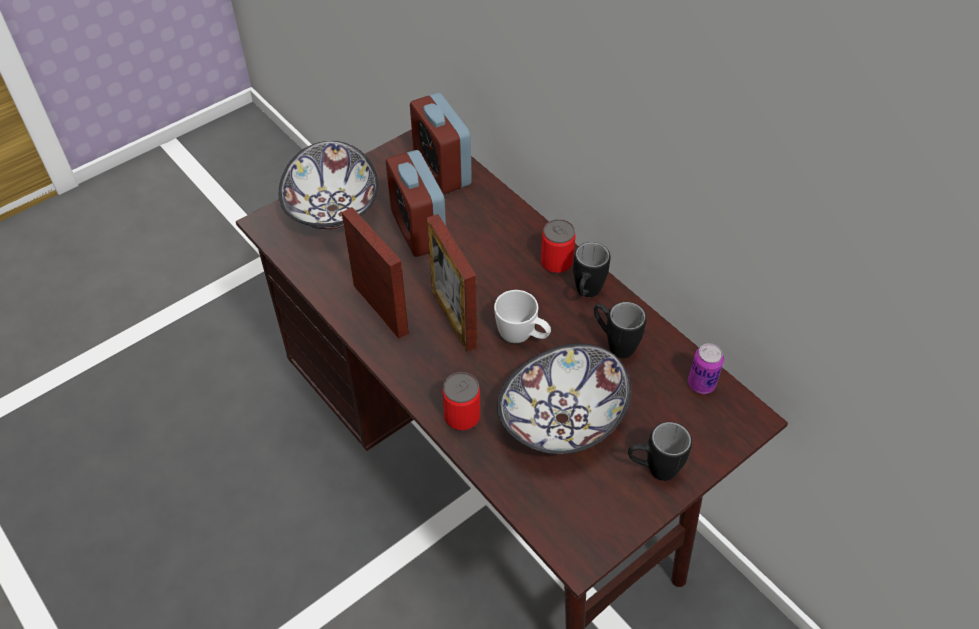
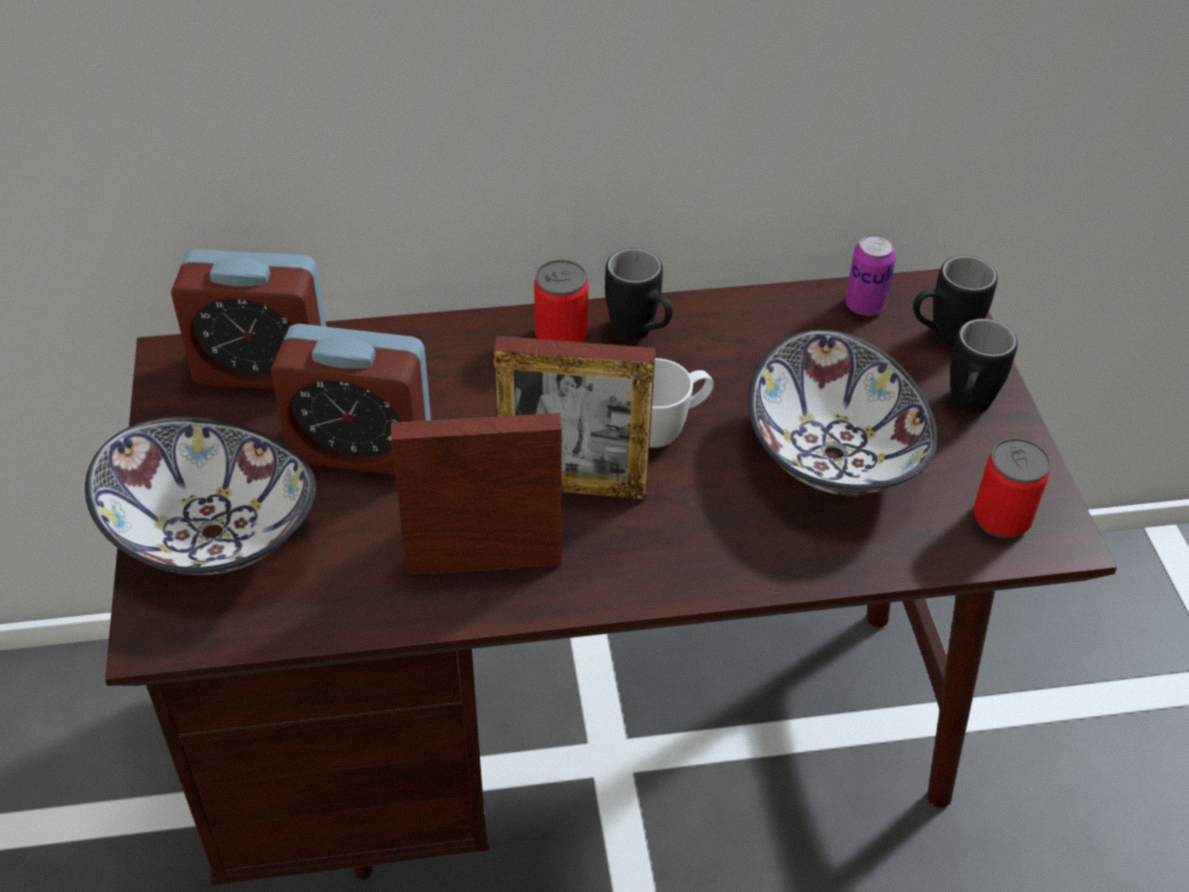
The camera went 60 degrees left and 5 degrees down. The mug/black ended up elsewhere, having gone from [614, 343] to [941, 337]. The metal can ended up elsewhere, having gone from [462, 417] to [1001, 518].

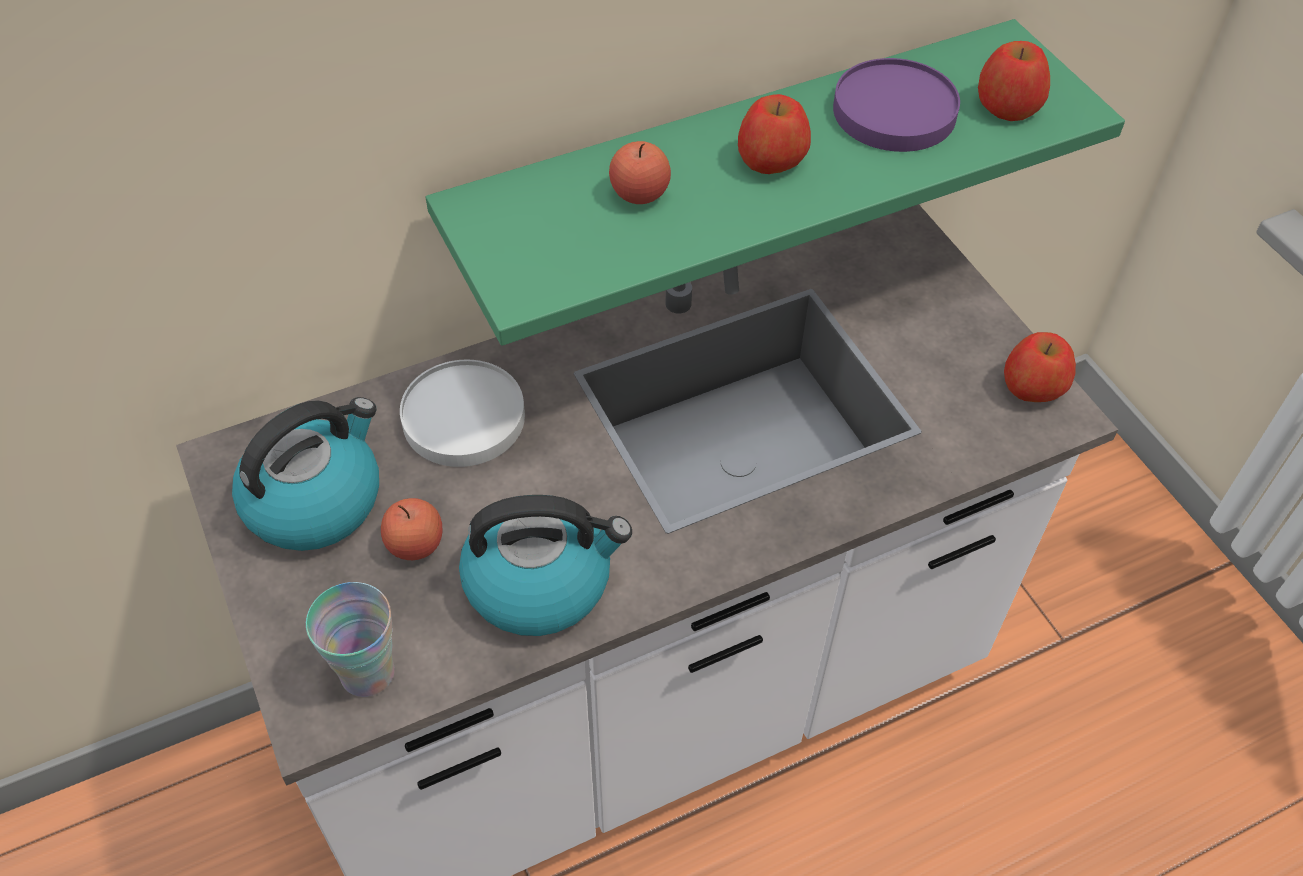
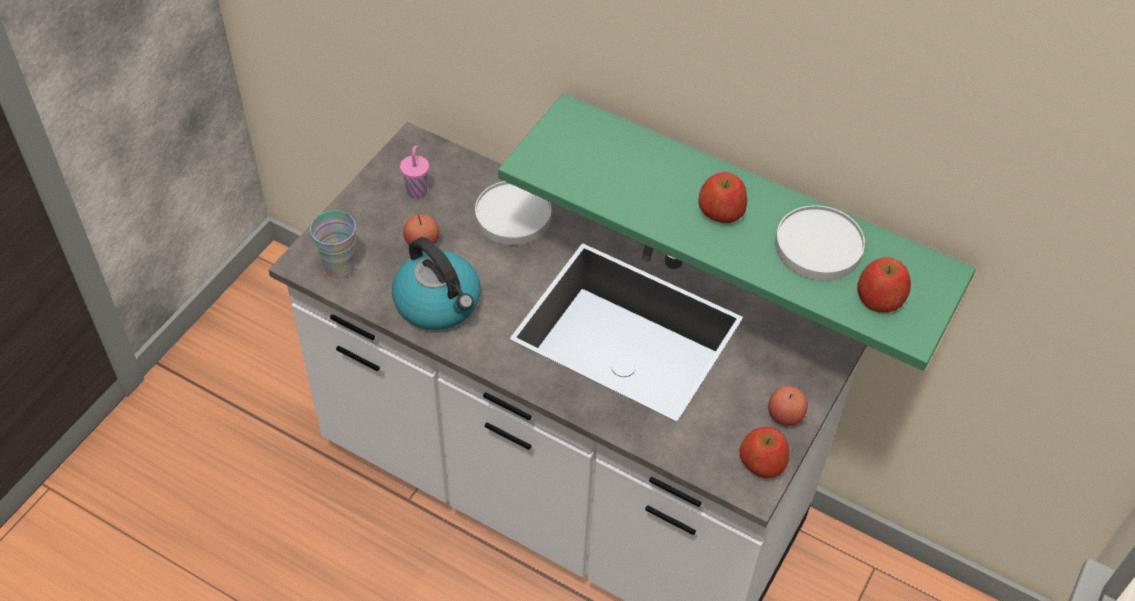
The camera went 55 degrees right and 0 degrees up. Where the tea kettle stood at [315, 500], the small cup/pink came to stand at [417, 190]. The apple ended up elsewhere, having gone from [639, 194] to [785, 415]. What was the plate/purple-coloured at [895, 112] turned into the plate/white at [818, 247].

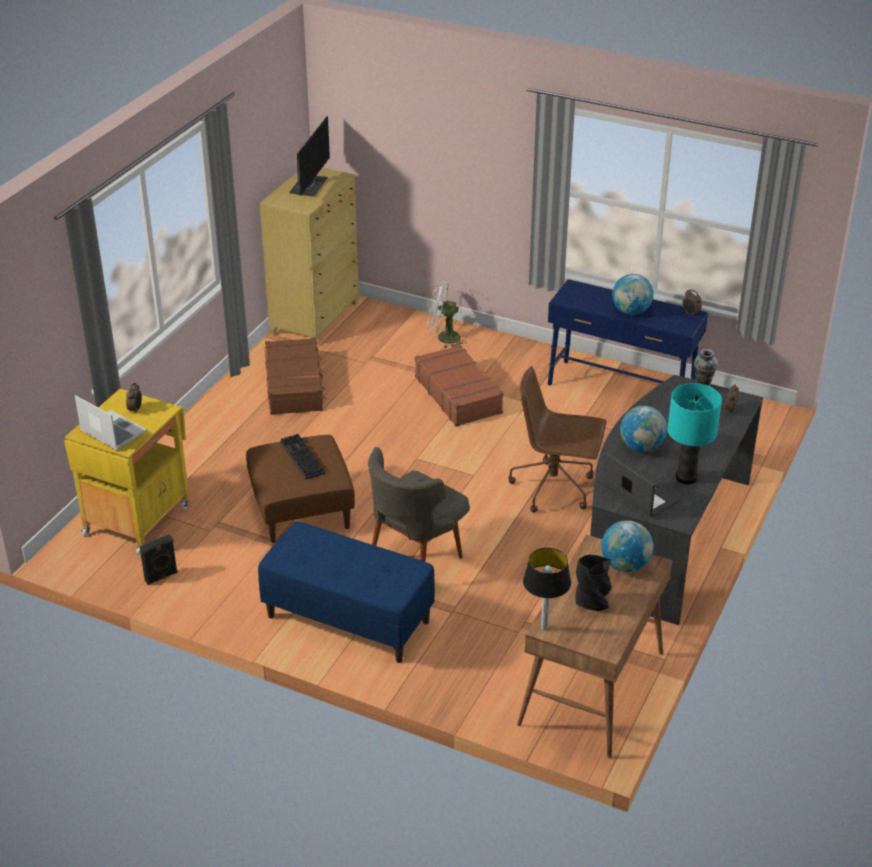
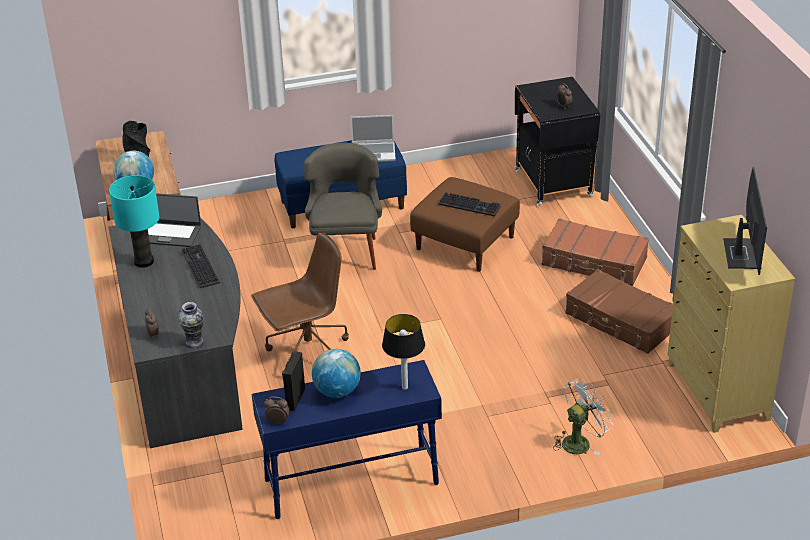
The camera went 140 degrees right and 0 degrees up. Where the globe stood at [641, 447], the keyboard came to stand at [199, 267]. The audio speaker/black ended up elsewhere, having gone from [161, 577] to [294, 399]. The portable computer ended up elsewhere, having gone from [112, 432] to [374, 153]. The table lamp ended up elsewhere, having gone from [544, 627] to [404, 387]. What was the cart/yellow-coloured at [138, 519] turned into the cart/black at [554, 185]. The suitcase/brown-coloured ended up elsewhere, having gone from [458, 395] to [594, 262]. The monitor at [308, 185] ended up facing another way, 150 degrees counterclockwise from before.

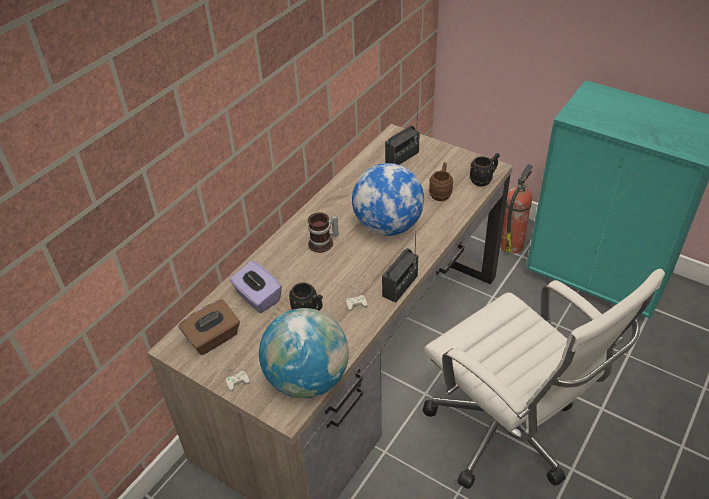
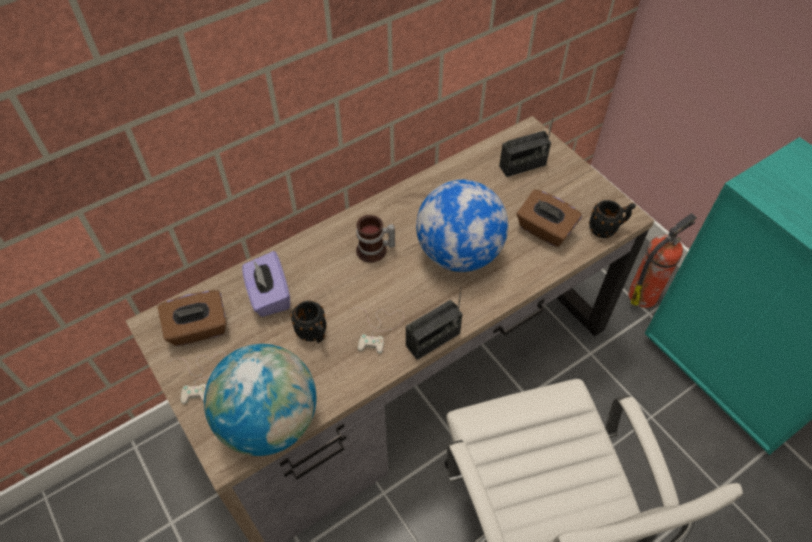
The camera went 20 degrees right and 10 degrees up. Where the mug/brown-coloured stood at [441, 193], the tissue holder/brown-coloured came to stand at [544, 230].

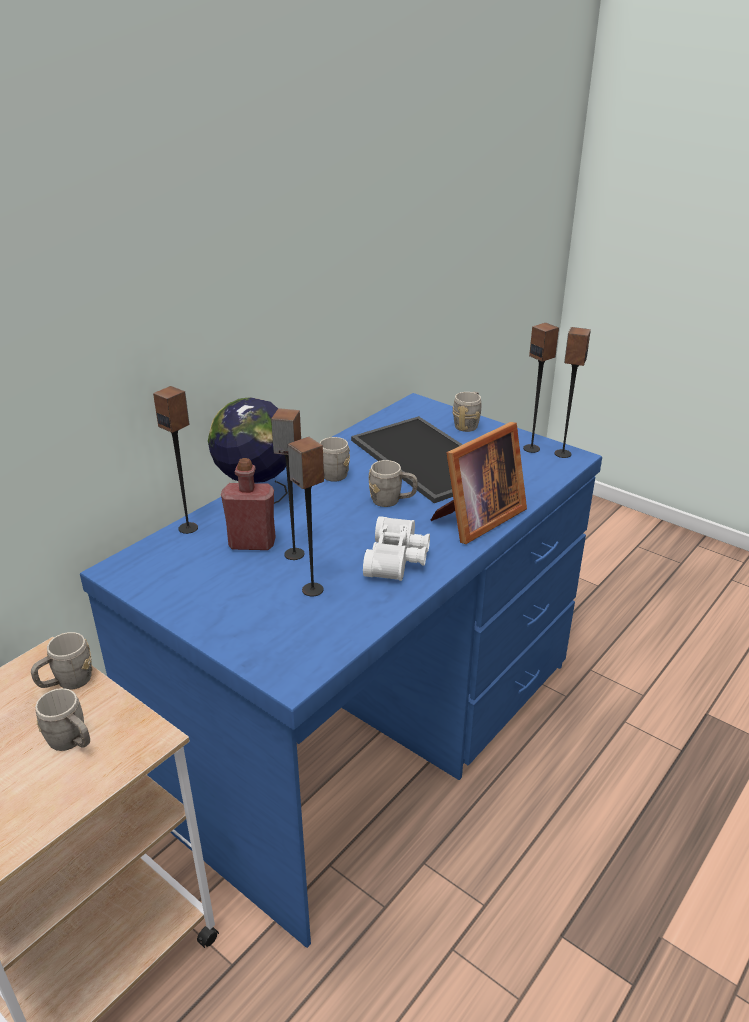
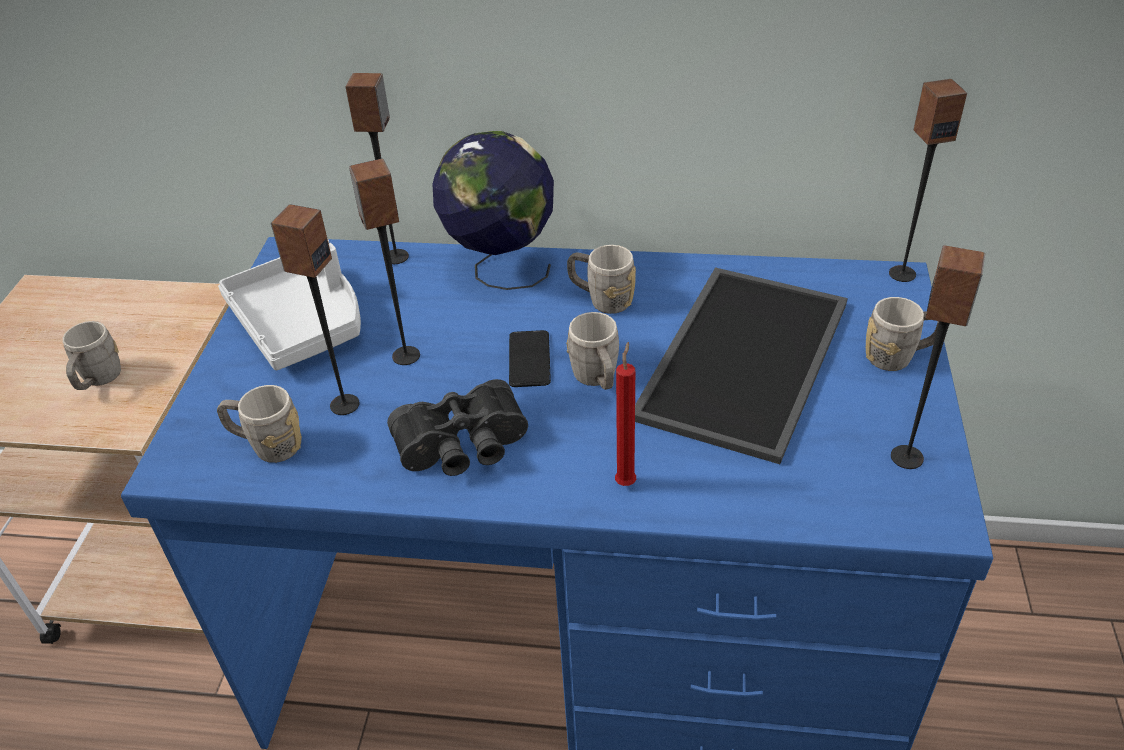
The camera went 60 degrees right and 10 degrees up. The mug/gray ended up elsewhere, having gone from [67, 683] to [267, 445]. The second view gained the carrying tray/gray at [301, 321]. What was the pair of binoculars/white at [398, 559] turned into the pair of binoculars/black at [463, 447]. The second view gained the phone at [529, 359]. Where the photo frame stood at [476, 519], the wax light/red-coloured came to stand at [626, 481]. The audio speaker ended up elsewhere, having gone from [562, 453] to [902, 273]. The second view lost the drink bottle/red-coloured at [252, 543].

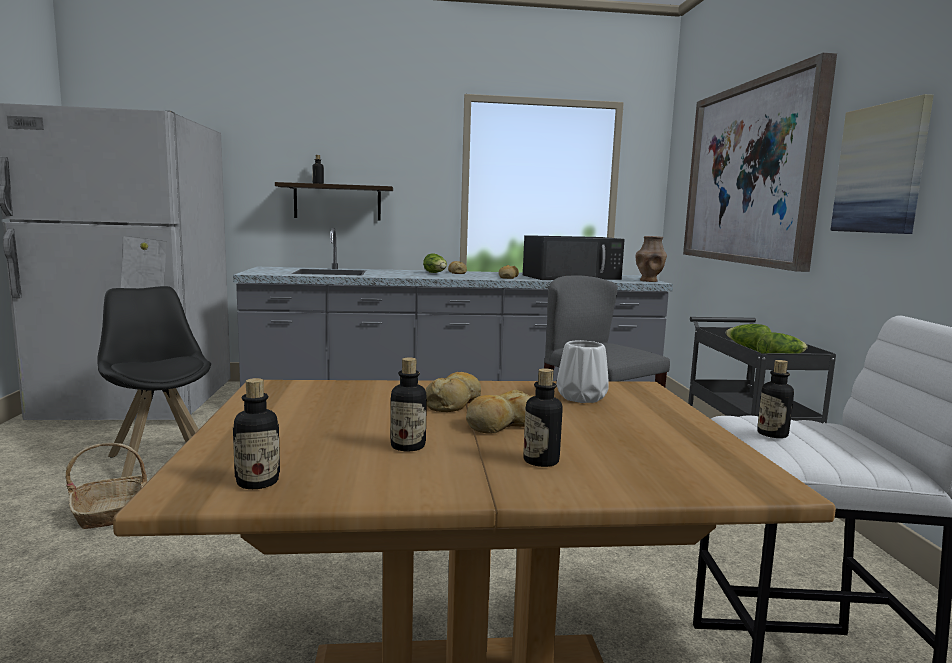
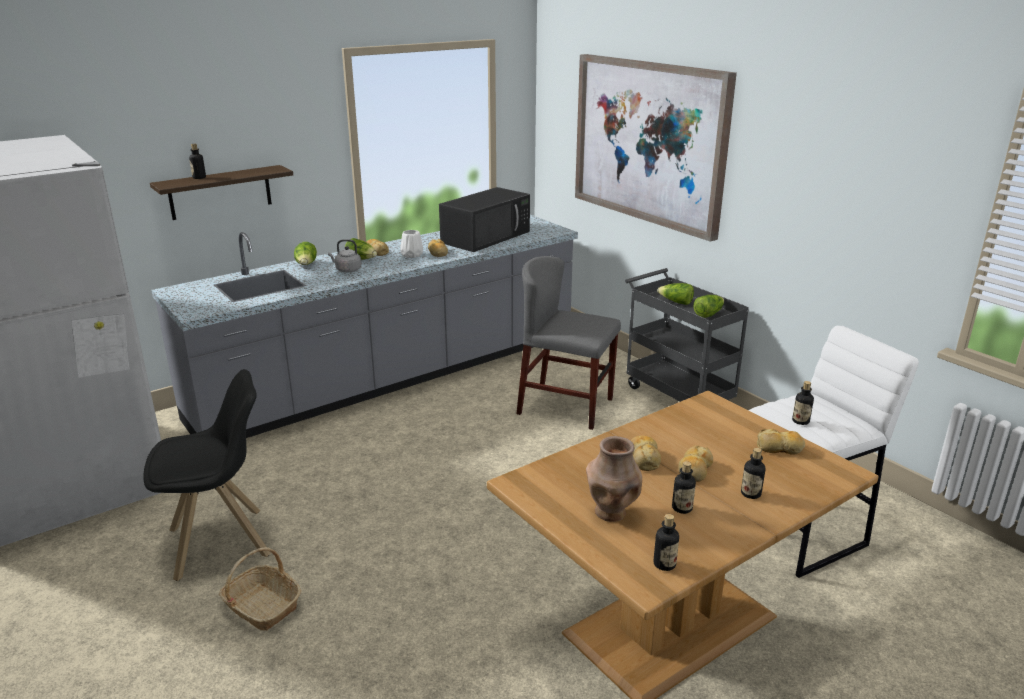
The camera went 30 degrees left and 15 degrees up. The chair/black at [161, 461] ended up facing another way, 135 degrees clockwise from before. The second view gained the head of lettuce at [306, 265]. The second view gained the tea kettle/gray at [347, 270]. The flower vase/white ended up elsewhere, having gone from [581, 397] to [411, 255]. The flower vase/brown-coloured ended up elsewhere, having gone from [649, 281] to [611, 513]. The second view gained the bread at [780, 448]. The second view lost the wall picture at [881, 169].

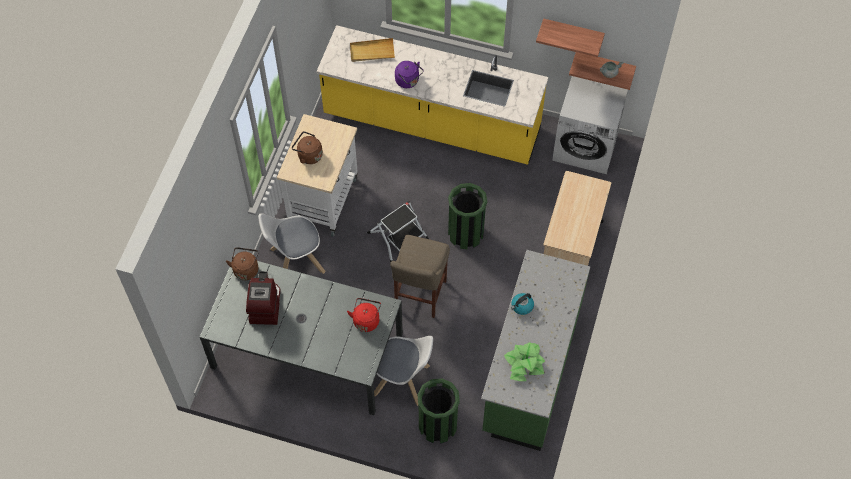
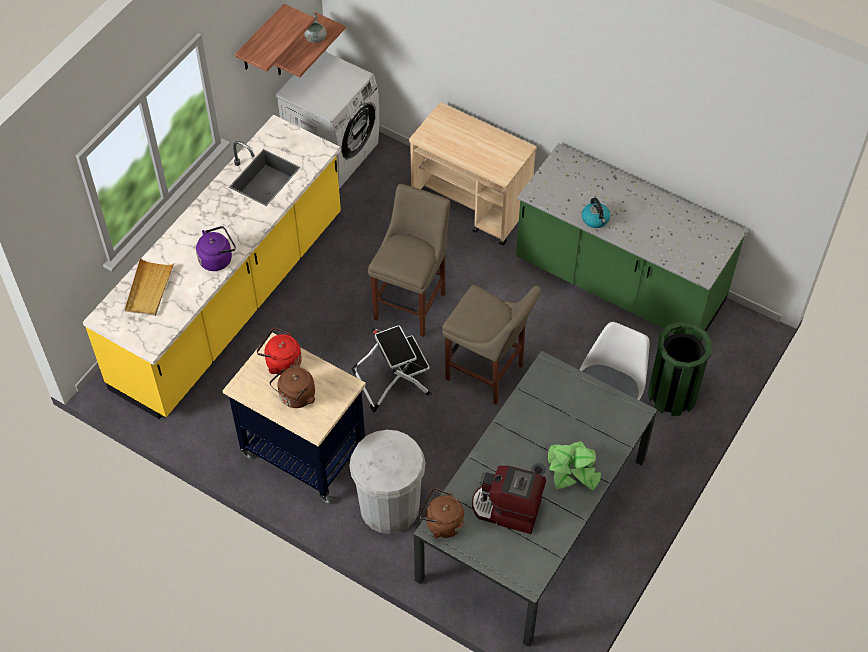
The camera went 75 degrees left and 5 degrees down. What was the cart/white at [323, 200] turned into the cart/blue at [304, 454]. The tea kettle/red-coloured ended up elsewhere, having gone from [366, 320] to [281, 362]. Where the chair stood at [295, 261], the trash can/white came to stand at [389, 507]. Where the trash can/green-coloured stood at [466, 234], the sitting stool/sand-coloured came to stand at [412, 303]. The houseplant ended up elsewhere, having gone from [524, 364] to [573, 469].

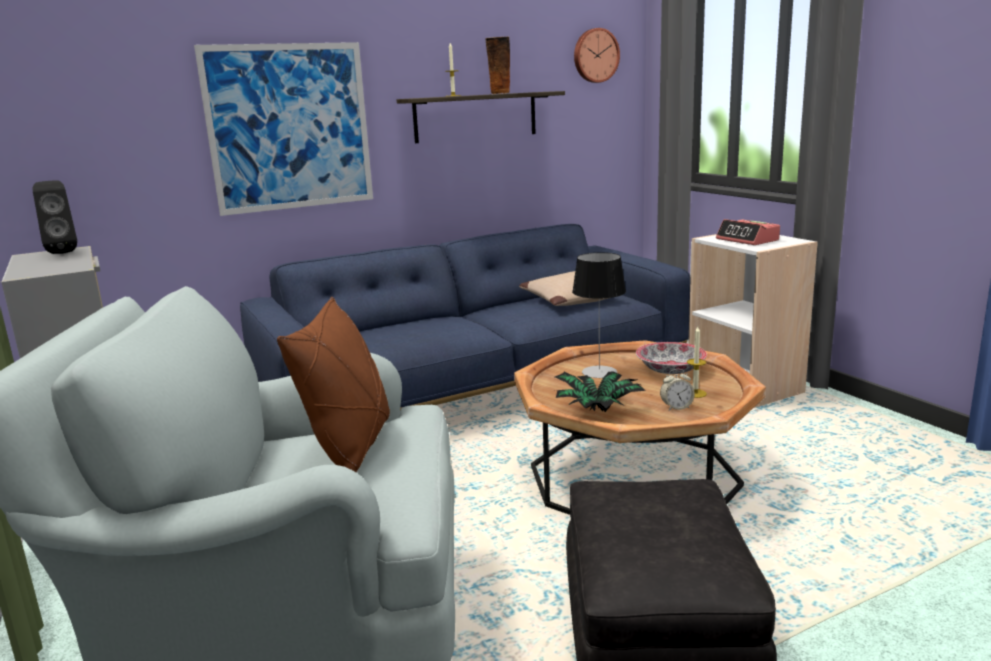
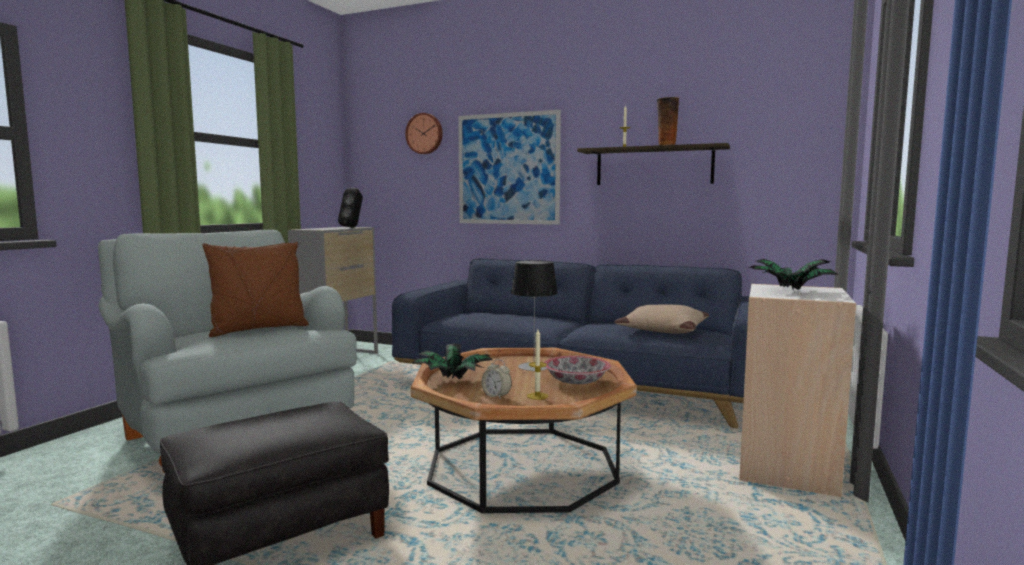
The camera went 50 degrees right and 10 degrees down. The clock on the wall ended up elsewhere, having gone from [595, 55] to [425, 134]. Where the alarm clock stood at [747, 240], the houseplant came to stand at [789, 291].

